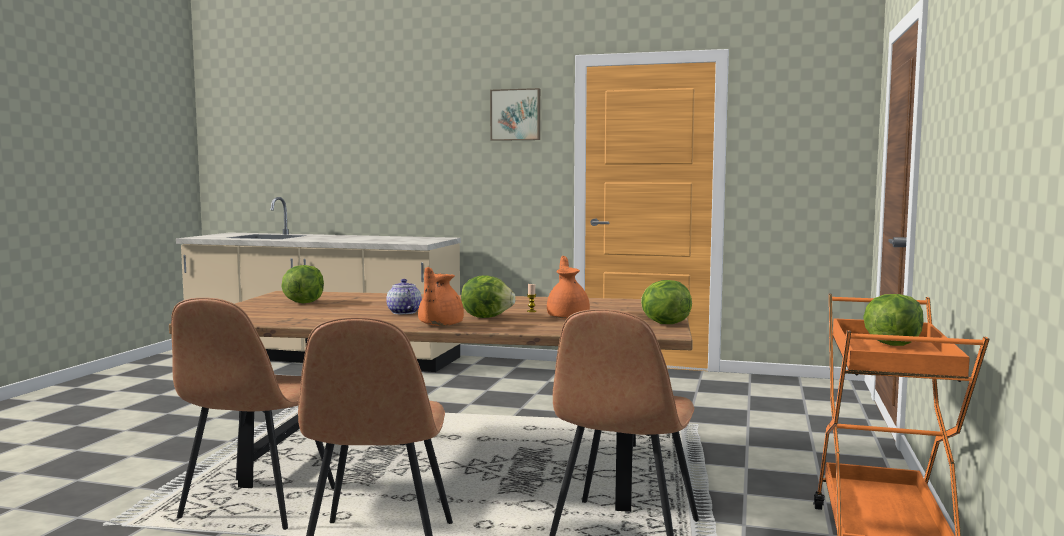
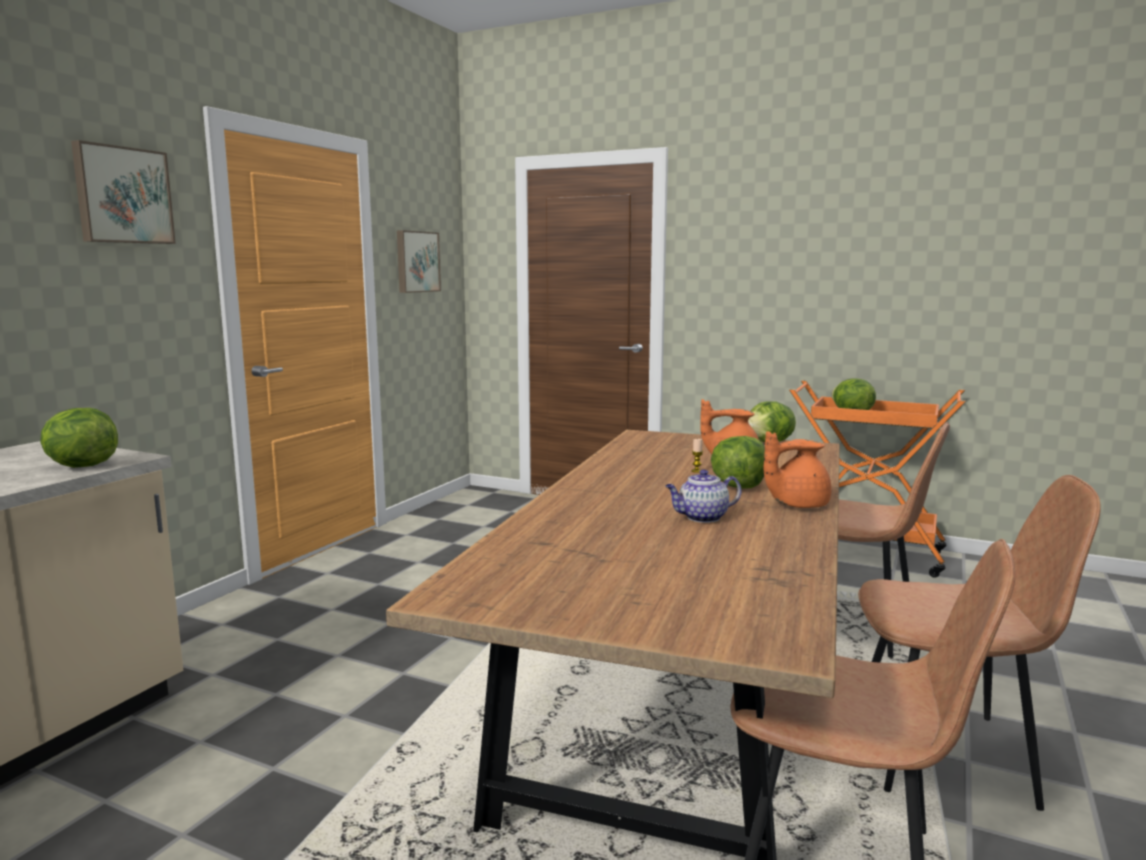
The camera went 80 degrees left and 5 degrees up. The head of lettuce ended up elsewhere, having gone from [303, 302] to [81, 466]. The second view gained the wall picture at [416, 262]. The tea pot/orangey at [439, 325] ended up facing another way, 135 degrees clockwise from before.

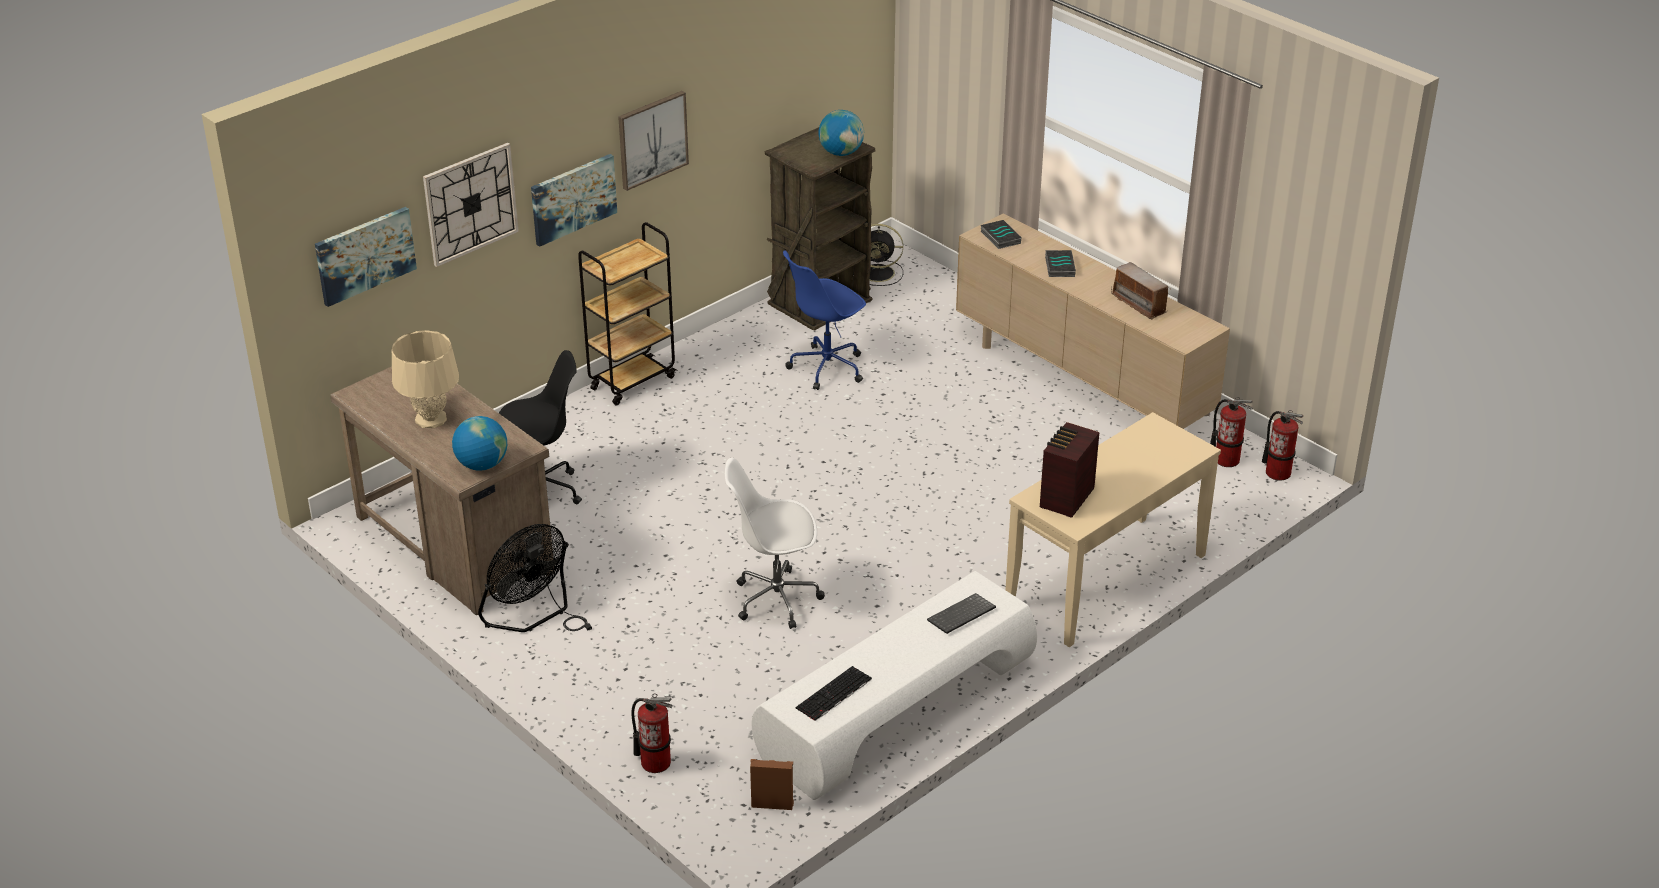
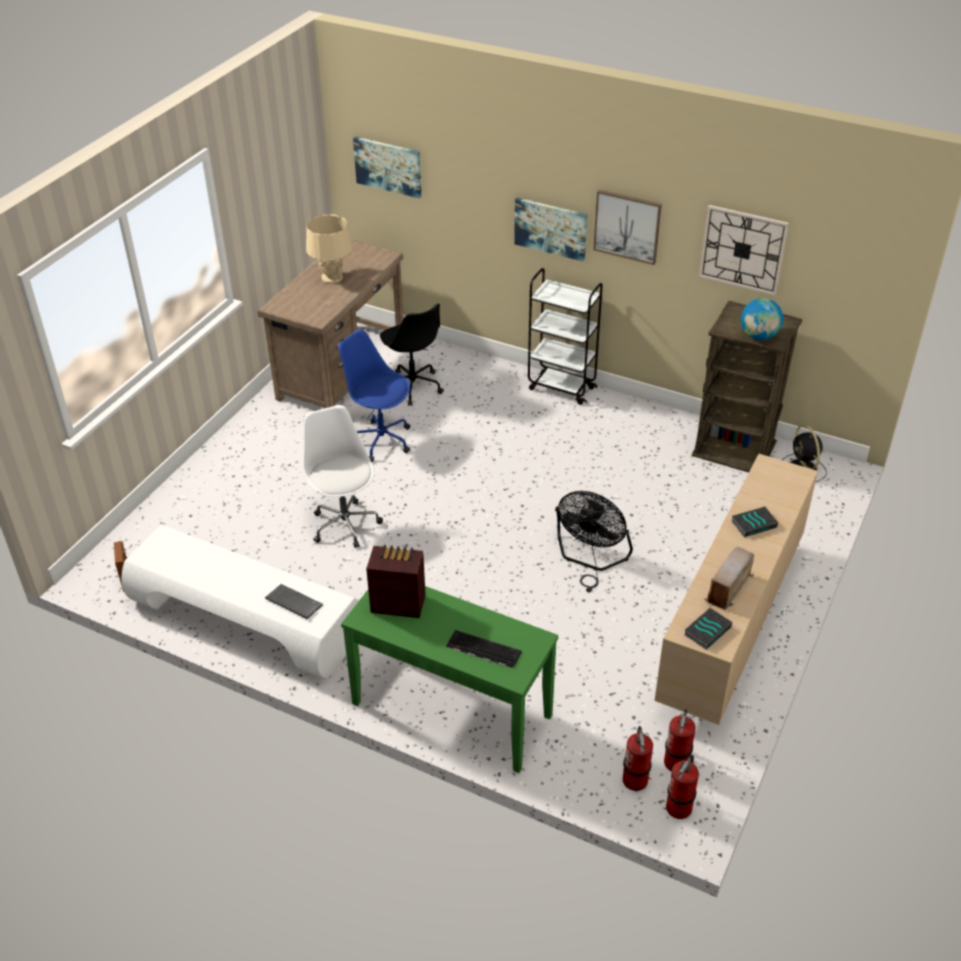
The camera went 70 degrees right and 5 degrees up. The computer chair/blue ended up elsewhere, having gone from [825, 369] to [380, 440]. What was the console table/sand-coloured at [1107, 580] turned into the console table/green-coloured at [451, 710]. The keyboard ended up elsewhere, having gone from [834, 694] to [482, 649]. What was the cart/brown-coloured at [632, 382] turned into the cart/white at [562, 388]. The fan/black ended up elsewhere, having gone from [540, 613] to [589, 559]. The extinguisher ended up elsewhere, having gone from [655, 762] to [635, 780]. The volume ended up elsewhere, having gone from [999, 237] to [707, 630]. The clock on the wall ended up elsewhere, having gone from [470, 204] to [742, 249]. The second view lost the globe at [482, 465].

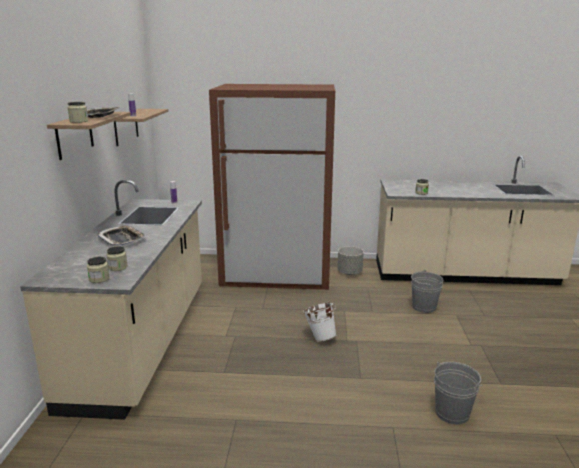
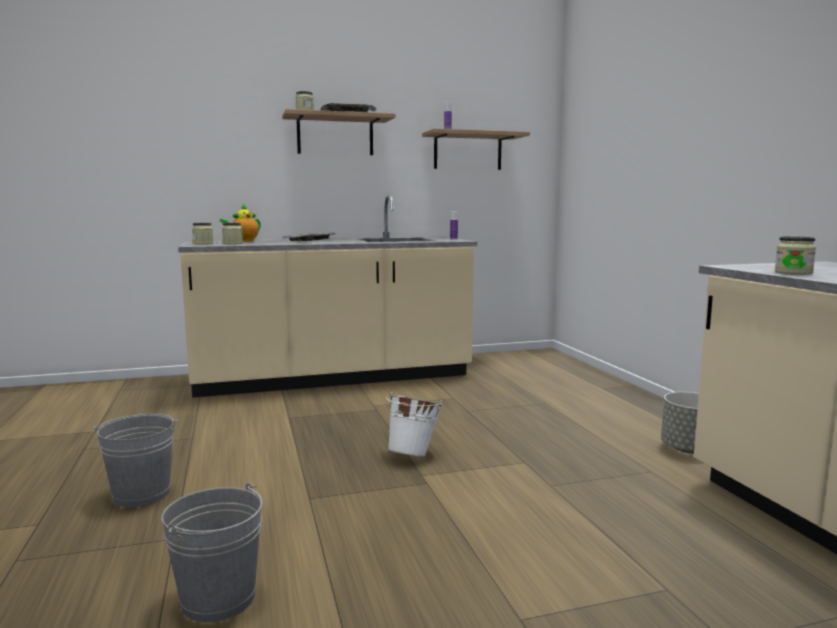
The camera went 70 degrees right and 10 degrees down. The water bucket/gray ended up elsewhere, having gone from [424, 307] to [142, 494]. The second view gained the tea pot at [243, 241]. The second view lost the kitchen fridge/brown-coloured at [277, 272].

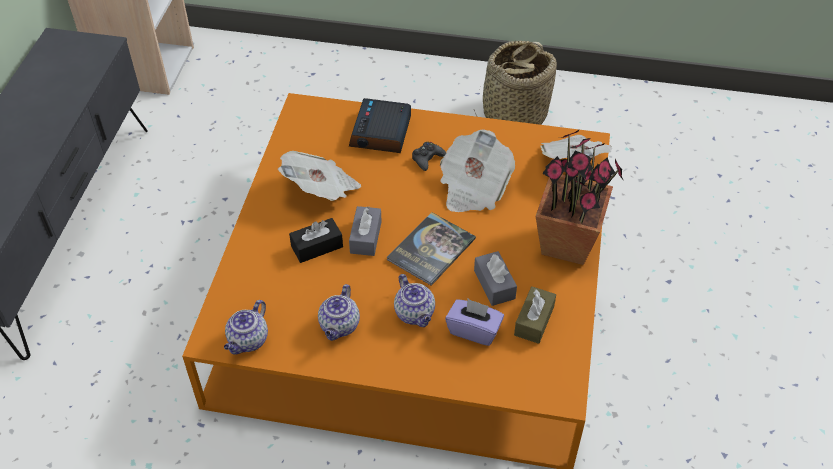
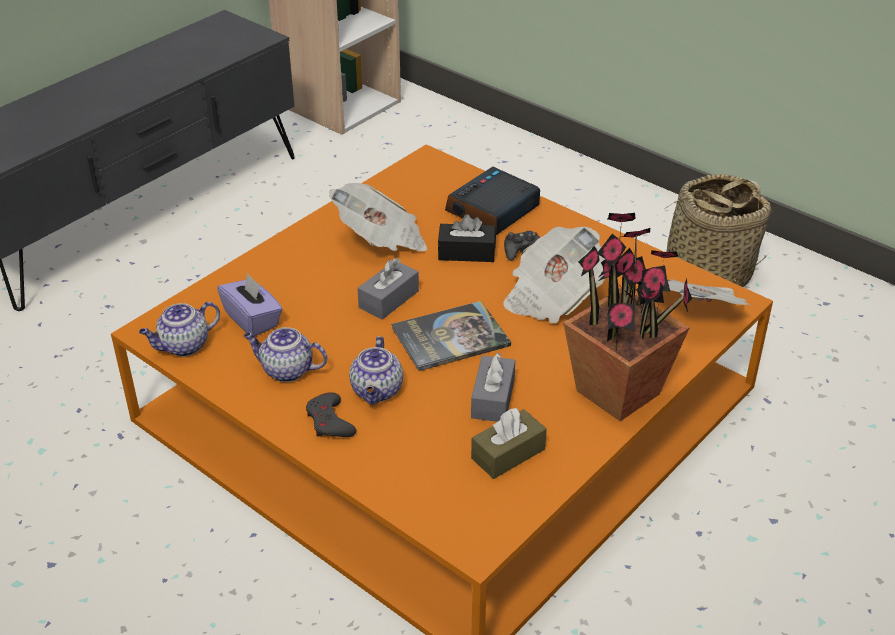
The camera went 30 degrees right and 10 degrees down. The tissue holder/purple-coloured ended up elsewhere, having gone from [474, 330] to [253, 320]. The tea pot at [339, 326] ended up facing another way, 60 degrees clockwise from before. The second view gained the joypad/gray at [330, 421]. The tissue holder/black ended up elsewhere, having gone from [317, 246] to [466, 252].

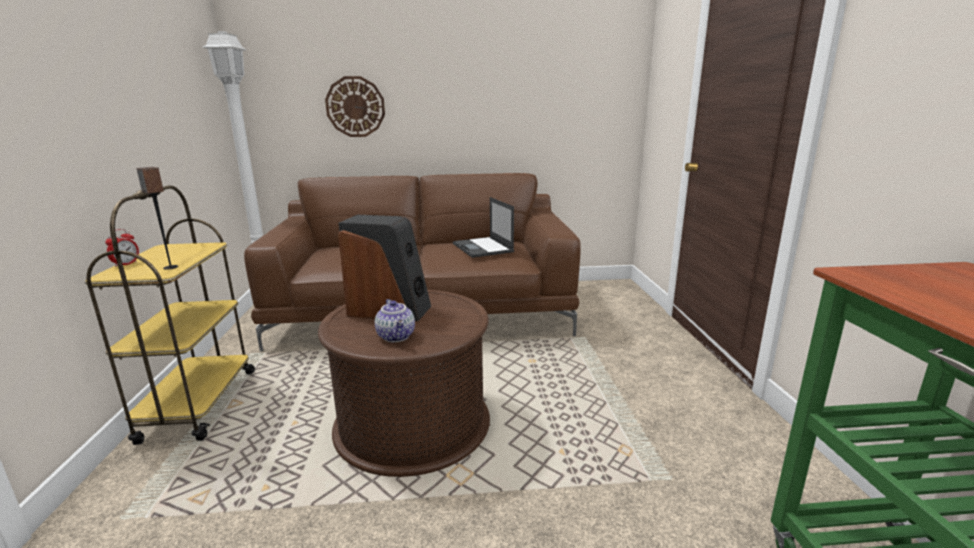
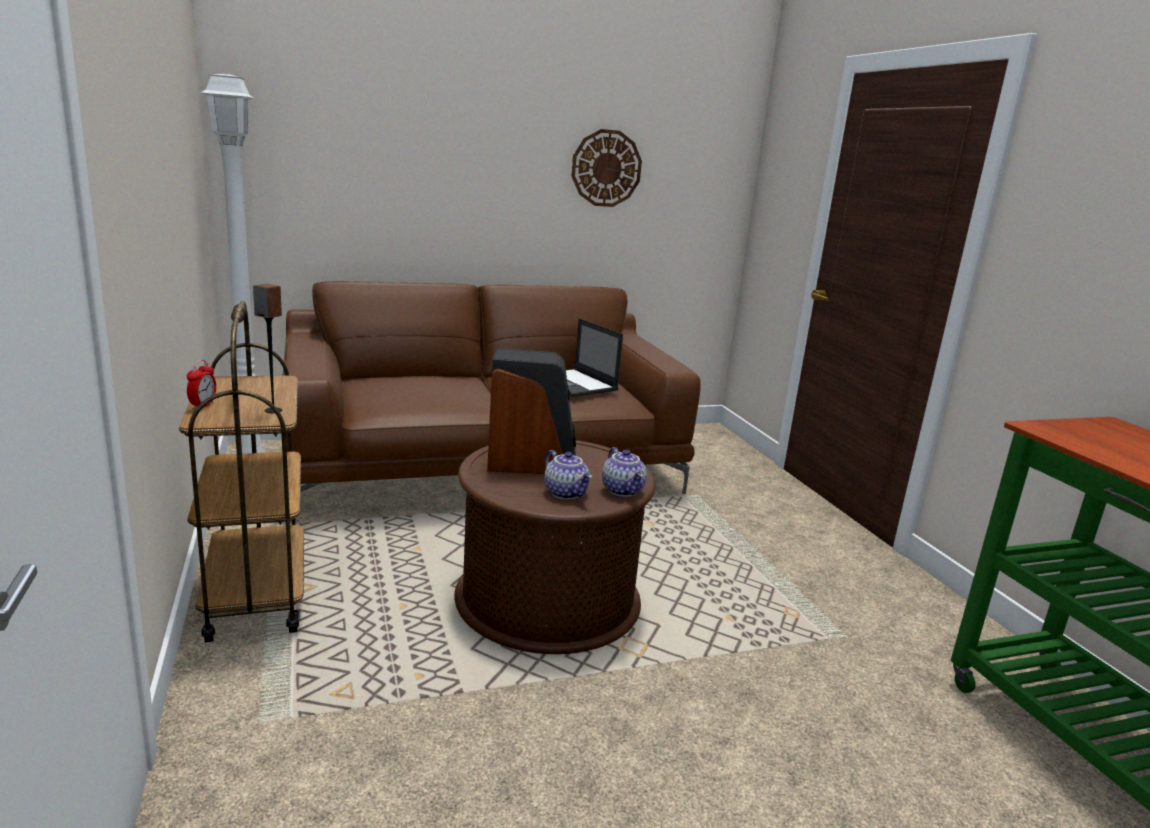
The camera went 15 degrees left and 0 degrees up. What was the cart/yellow-coloured at [198, 406] turned into the cart/brown-coloured at [255, 594]. The clock on the wall ended up elsewhere, having gone from [355, 107] to [606, 168]. The second view gained the tea pot at [623, 490].

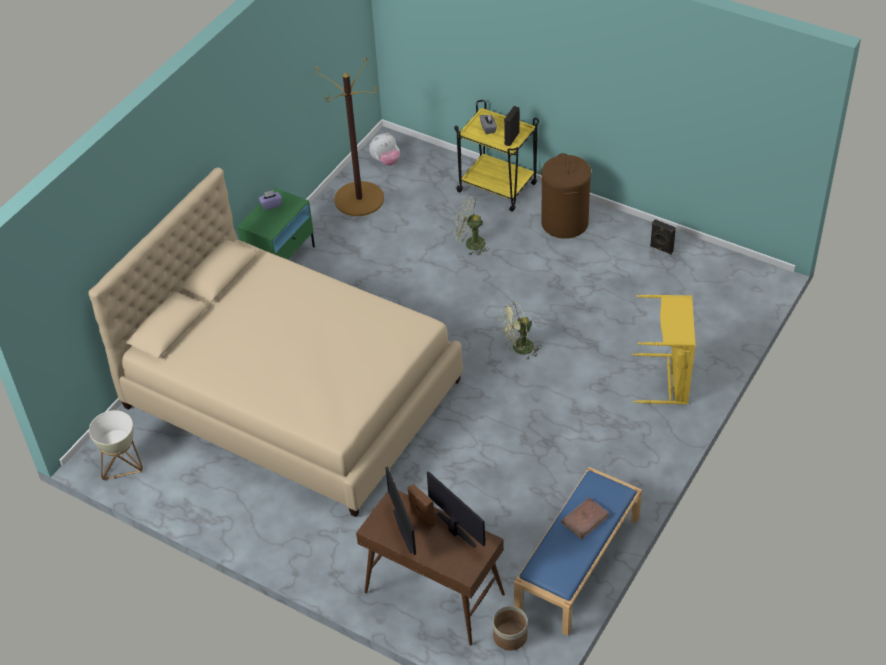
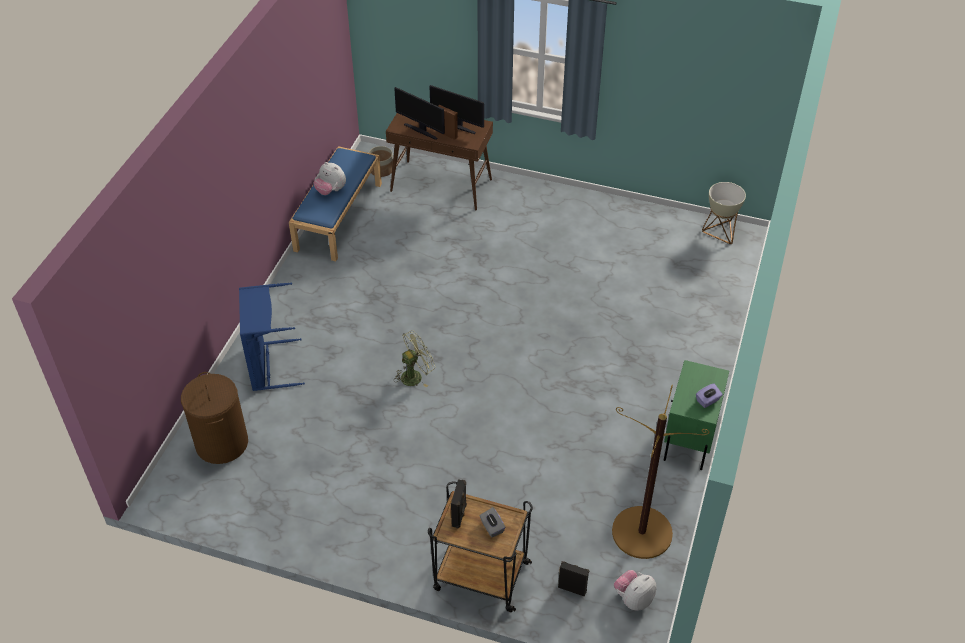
The camera went 165 degrees right and 0 degrees up. The washing basket/brown-coloured ended up elsewhere, having gone from [565, 223] to [221, 443]. What was the washing basket/yellow-coloured at [668, 379] turned into the washing basket/blue at [269, 366]. Where the volume/brown-coloured stood at [585, 519], the plush toy came to stand at [331, 190]. What was the cart/yellow-coloured at [498, 188] turned into the cart/brown-coloured at [480, 575]. The monitor at [405, 530] ended up facing another way, 150 degrees clockwise from before. The audio speaker/black ended up elsewhere, having gone from [661, 249] to [572, 588]. The second view lost the bedroom bed/sand-coloured at [292, 393]. The second view lost the fan/green-coloured at [470, 243].

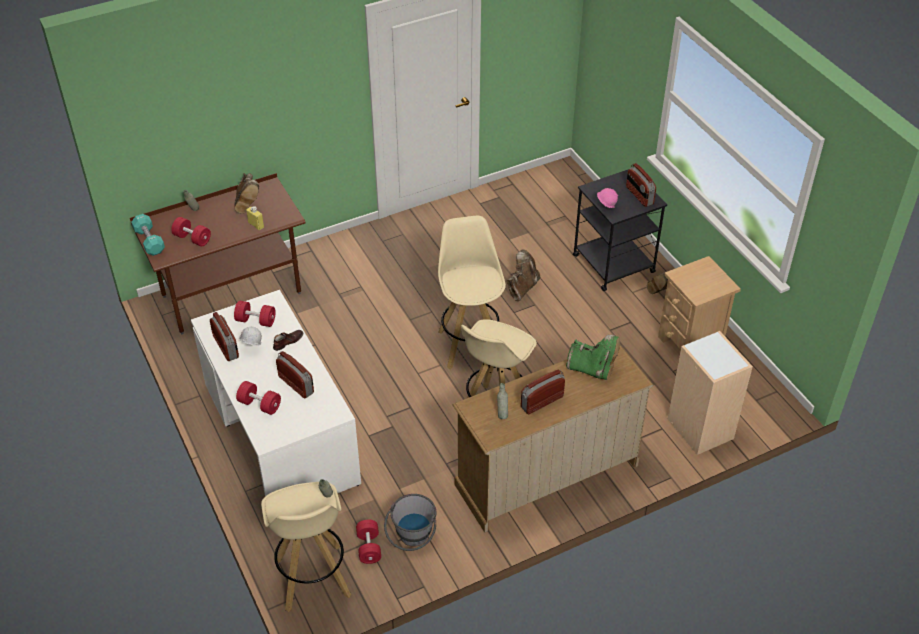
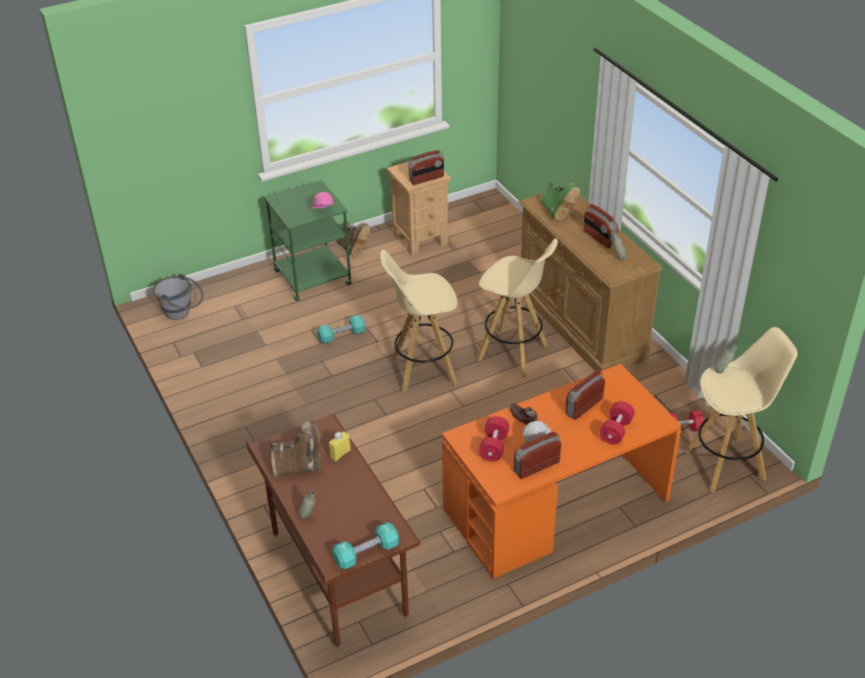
The camera went 90 degrees left and 5 degrees down. The water bucket/gray ended up elsewhere, having gone from [412, 539] to [182, 313]. What was the cart/black at [614, 265] turned into the cart/green-coloured at [313, 277]. Where the boot/brown-coloured stood at [522, 287], the hand weight/turquoise-coloured came to stand at [341, 335]. The radio receiver ended up elsewhere, having gone from [639, 195] to [426, 179]. What was the desk/white at [280, 434] turned into the desk/orangey at [556, 506]. The boot/green-coloured at [592, 370] ended up facing another way, 135 degrees clockwise from before. The second view lost the hand weight/red-coloured at [192, 238]. The second view lost the bookcase at [700, 429].

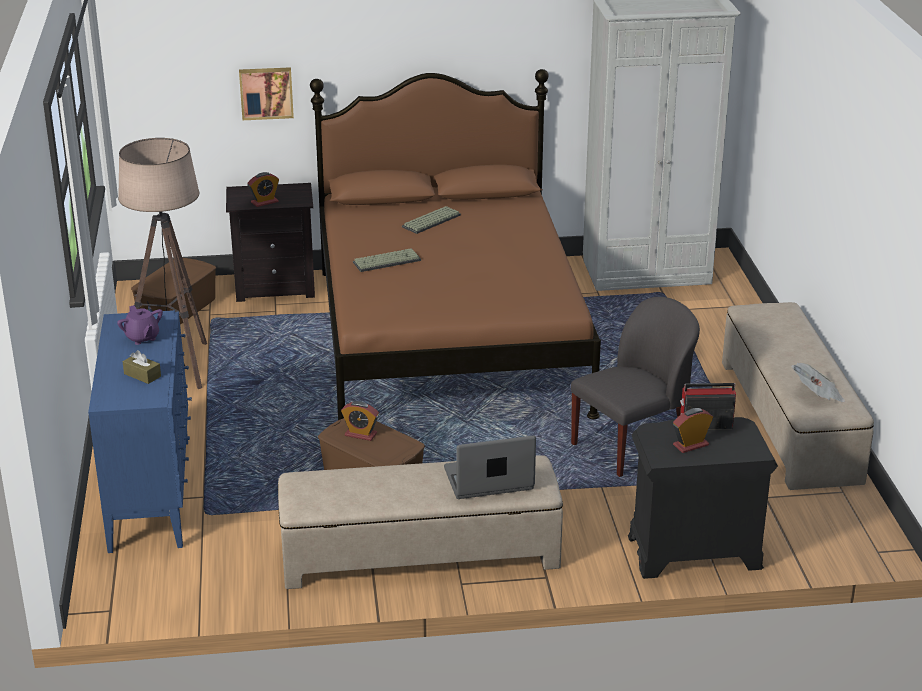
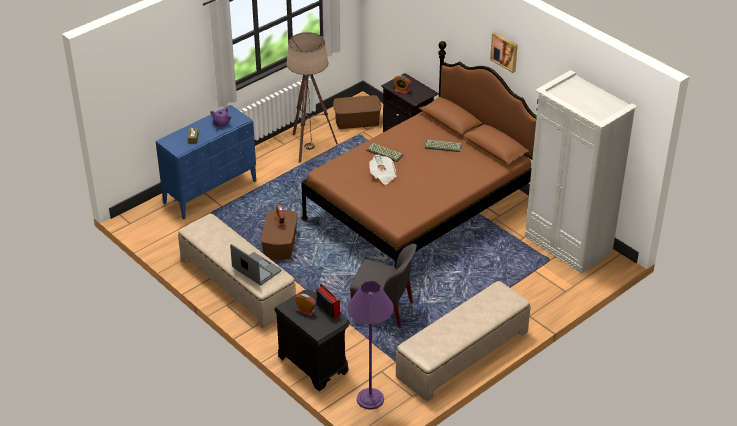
The camera went 55 degrees right and 10 degrees up. The second view gained the floor lamp/purple-coloured at [370, 399]. The printed paper ended up elsewhere, having gone from [817, 395] to [382, 175]. The wall picture ended up elsewhere, having gone from [266, 92] to [505, 51].

